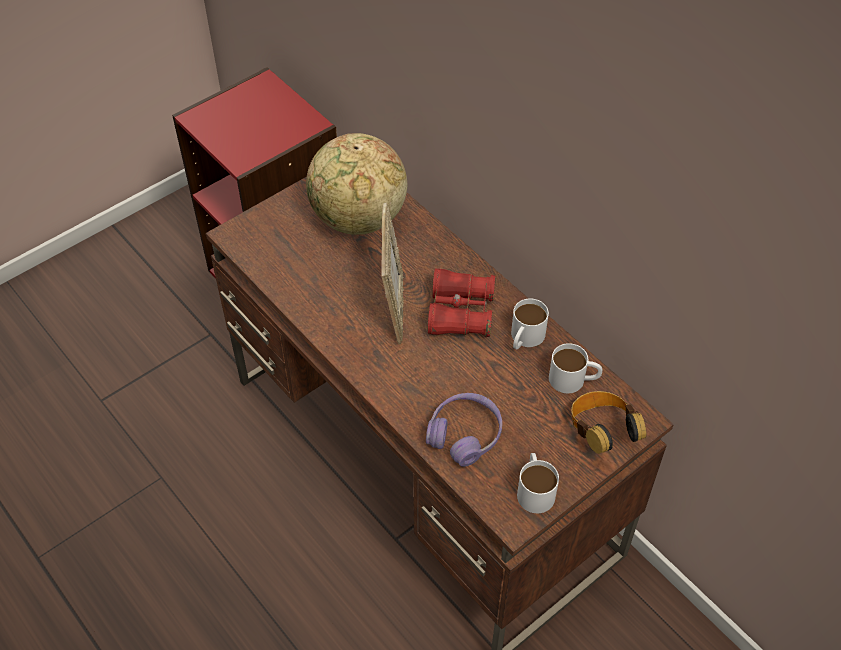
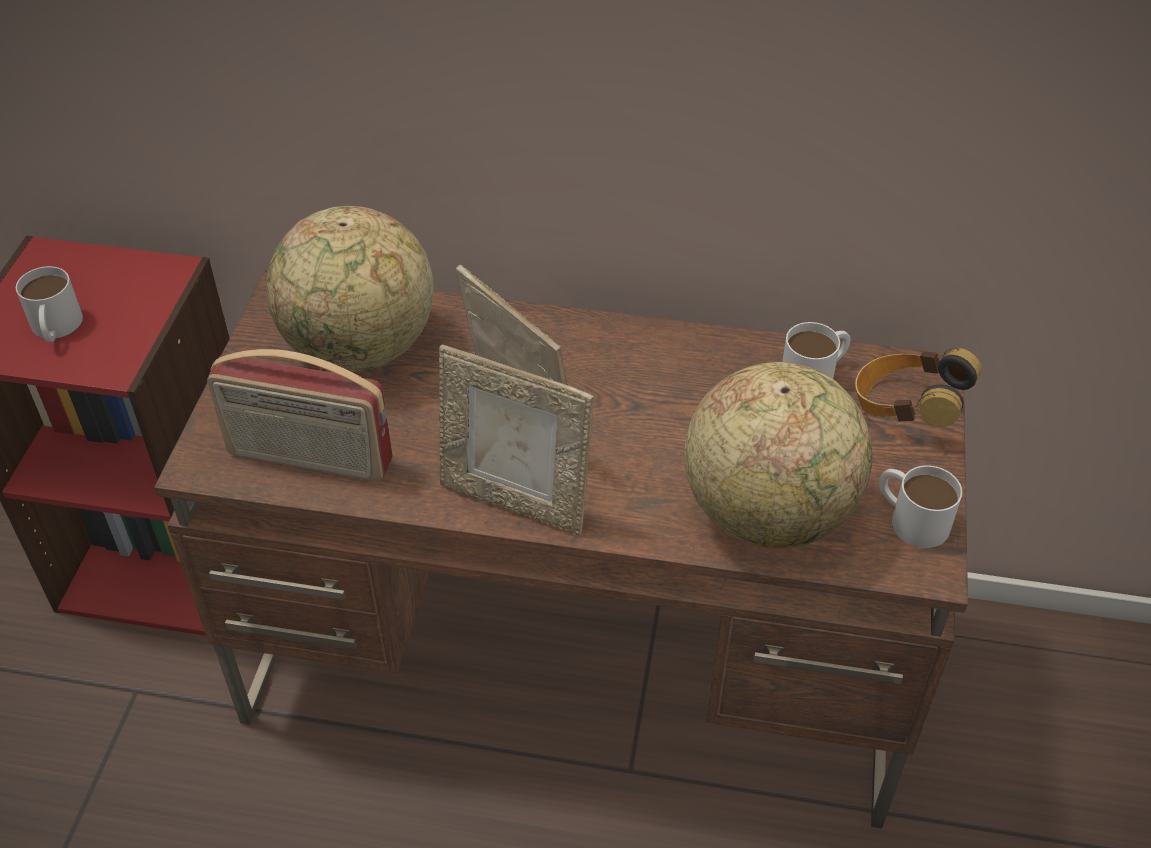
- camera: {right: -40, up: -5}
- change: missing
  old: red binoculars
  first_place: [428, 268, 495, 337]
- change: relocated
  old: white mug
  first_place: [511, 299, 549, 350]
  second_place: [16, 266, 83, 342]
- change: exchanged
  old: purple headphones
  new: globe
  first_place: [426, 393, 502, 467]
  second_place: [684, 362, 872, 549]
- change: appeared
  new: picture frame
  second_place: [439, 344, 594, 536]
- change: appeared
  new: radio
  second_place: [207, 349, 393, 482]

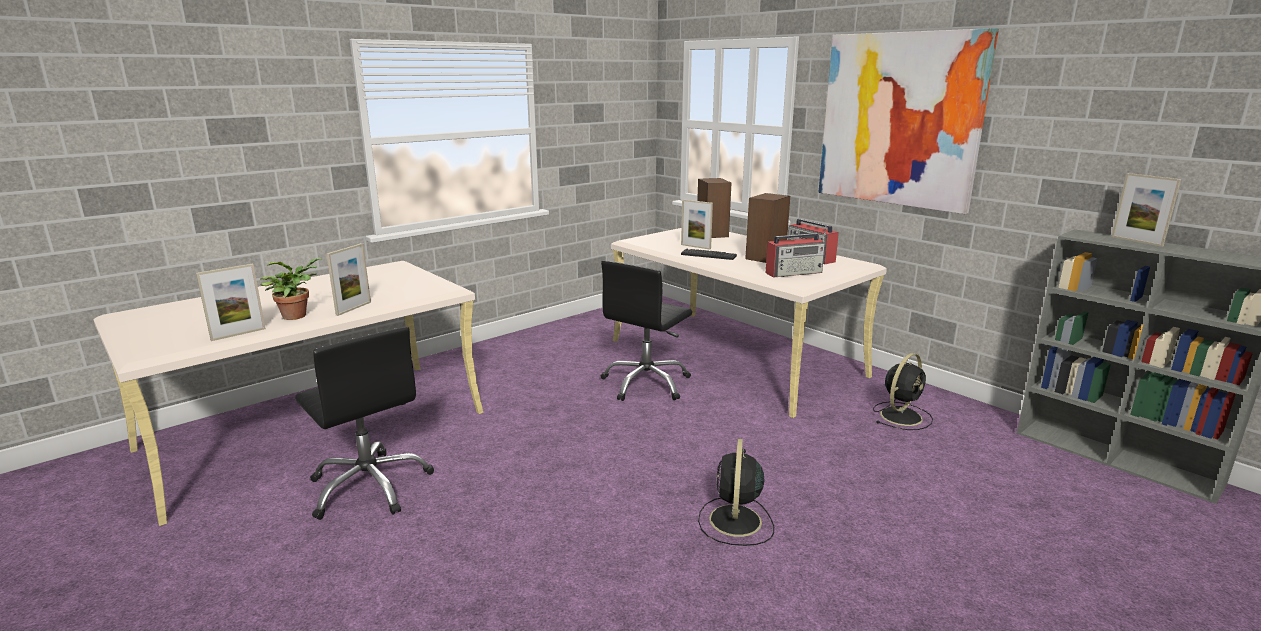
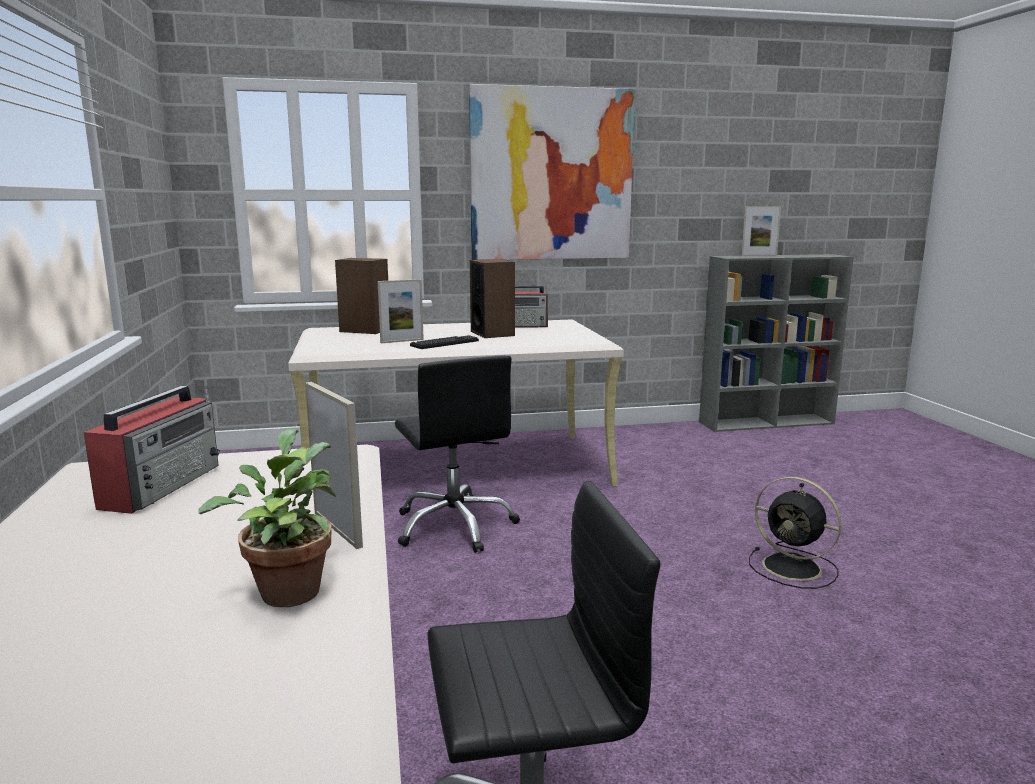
- camera: {right: -60, up: -5}
- change: relocated
  old: radio
  first_place: [766, 233, 825, 278]
  second_place: [84, 380, 220, 514]
- change: missing
  old: picture frame
  first_place: [196, 263, 266, 341]
- change: missing
  old: black fan
  first_place: [873, 353, 933, 430]

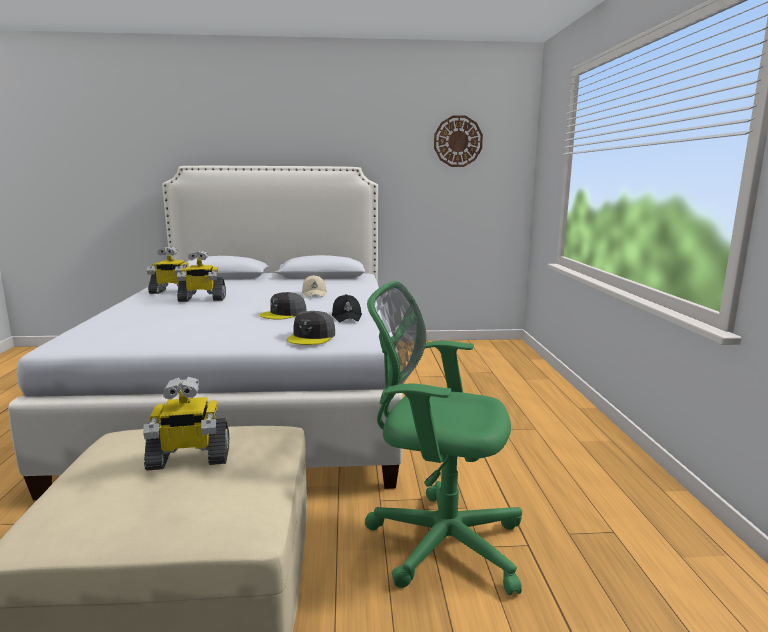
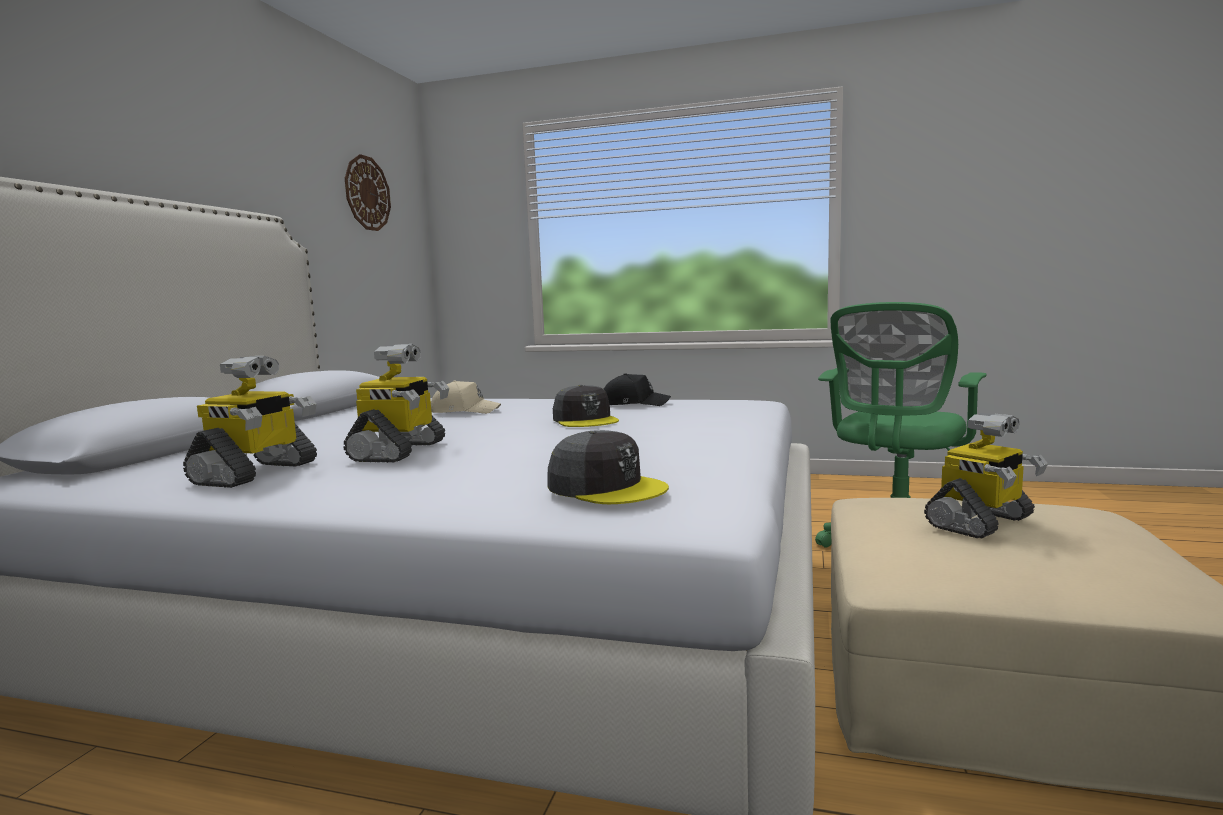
- camera: {right: -70, up: -5}
- change: relocated
  old: grey cap
  first_place: [287, 311, 335, 345]
  second_place: [548, 430, 669, 504]
- change: spun
  old: toy robot
  first_place: [143, 377, 229, 471]
  second_place: [924, 413, 1048, 539]
  degrees: 45

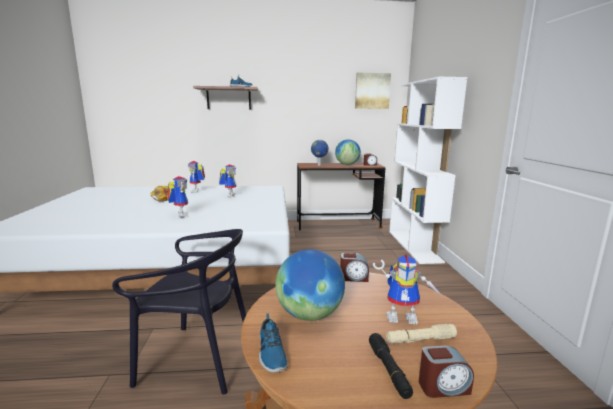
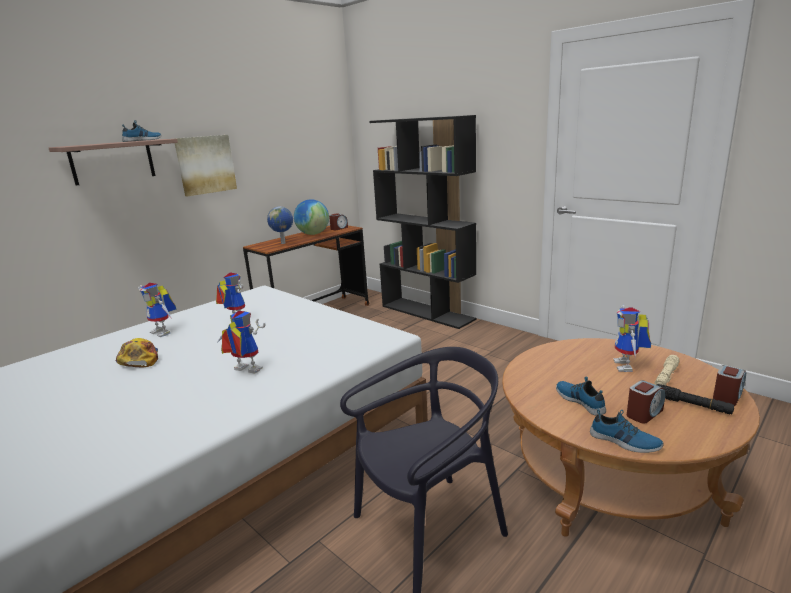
- camera: {right: -40, up: 5}
- change: relocated
  old: picture
  first_place: [355, 72, 391, 109]
  second_place: [175, 135, 237, 196]
- change: colour
  old: white bookcase
  new: black bookcase
  first_place: [389, 77, 467, 264]
  second_place: [369, 115, 476, 329]
- change: exchanged
  old: globe
  new: shoe
  first_place: [275, 249, 345, 321]
  second_place: [556, 376, 606, 416]
- change: relocated
  old: alarm clock
  first_place: [340, 253, 369, 282]
  second_place: [627, 380, 666, 424]
- change: spun
  old: toy robot
  first_place: [373, 255, 443, 325]
  second_place: [613, 305, 651, 372]
  degrees: 135

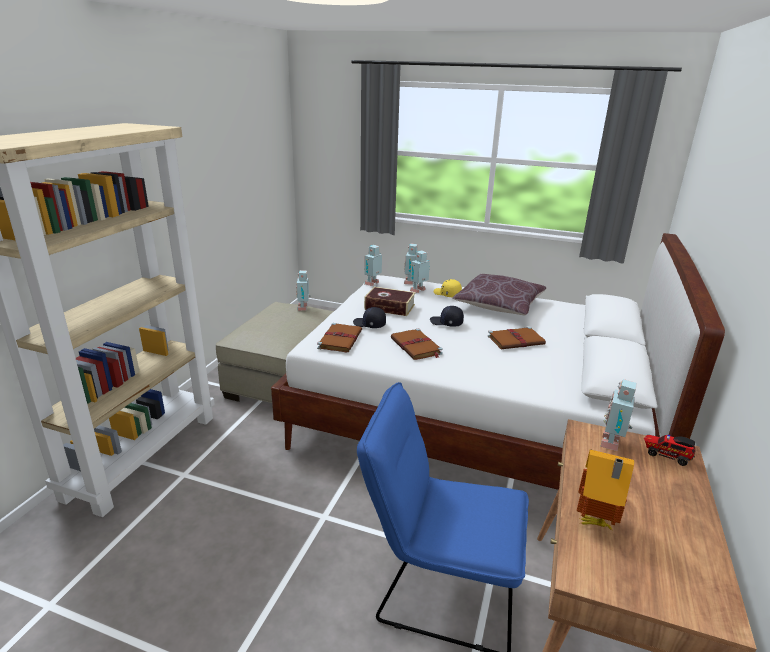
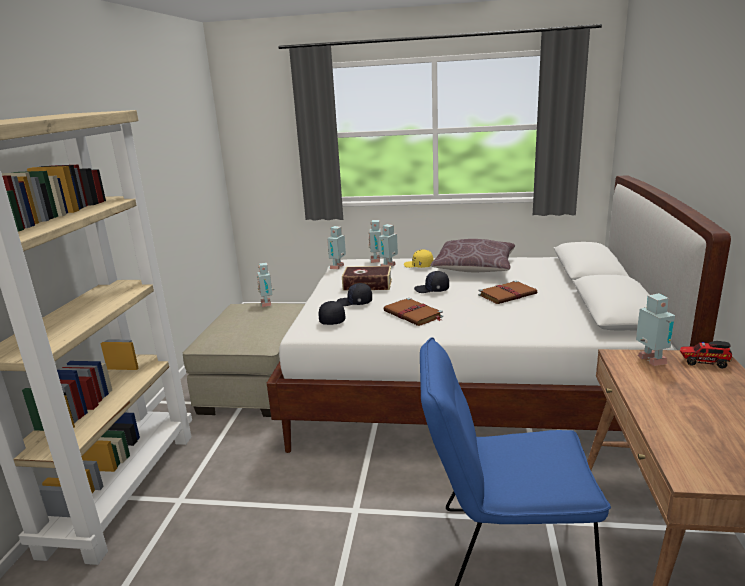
- camera: {right: -10, up: -5}
- change: exchanged
  old: brown book
  new: black cap
  first_place: [317, 323, 362, 352]
  second_place: [318, 301, 345, 325]
- change: spun
  old: toy robot
  first_place: [600, 379, 637, 451]
  second_place: [636, 293, 675, 366]
  degrees: 150
- change: missing
  old: toy house
  first_place: [577, 449, 634, 529]

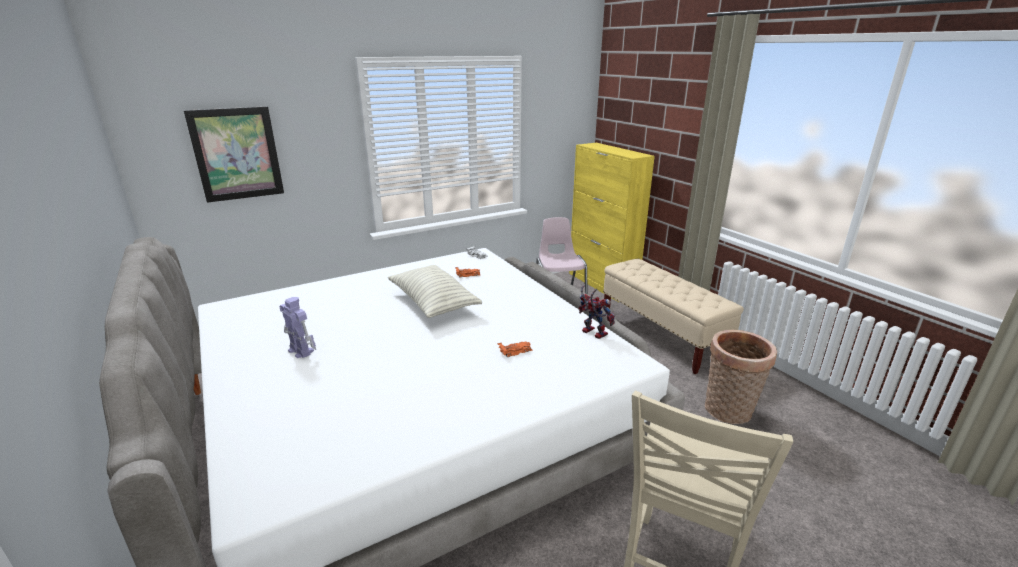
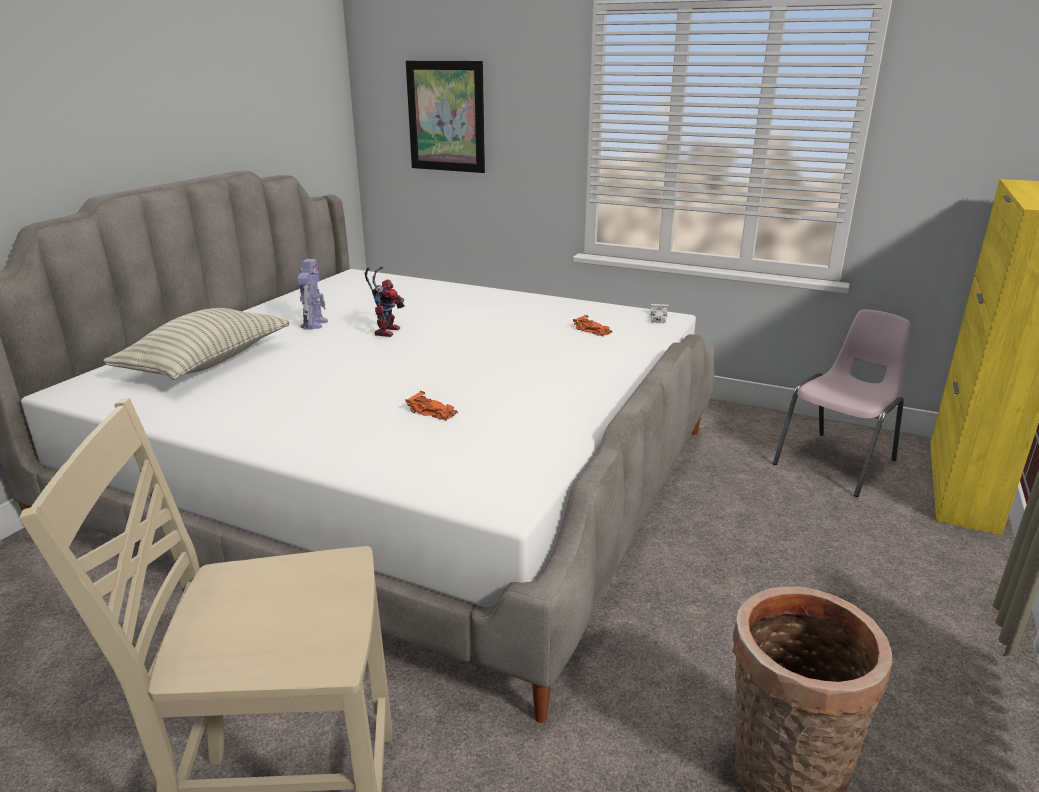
- camera: {right: 55, up: 0}
- change: missing
  old: beige bench
  first_place: [603, 259, 744, 374]
- change: relocated
  old: pillow
  first_place: [388, 265, 482, 318]
  second_place: [103, 308, 289, 380]
- change: relocated
  old: toy robot
  first_place: [579, 285, 615, 339]
  second_place: [365, 266, 405, 337]

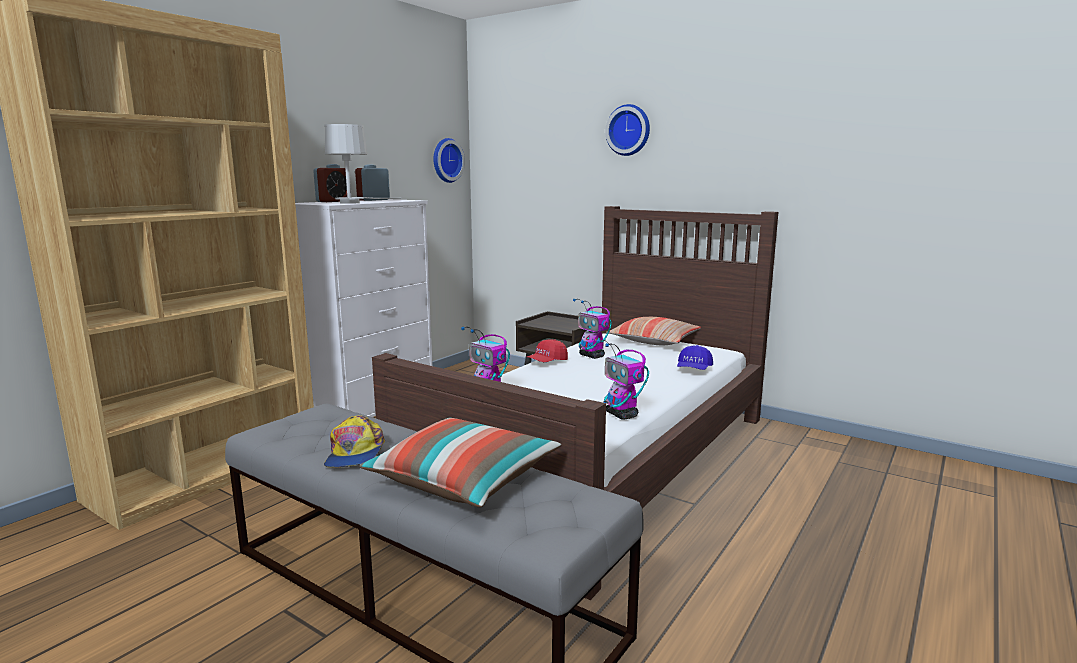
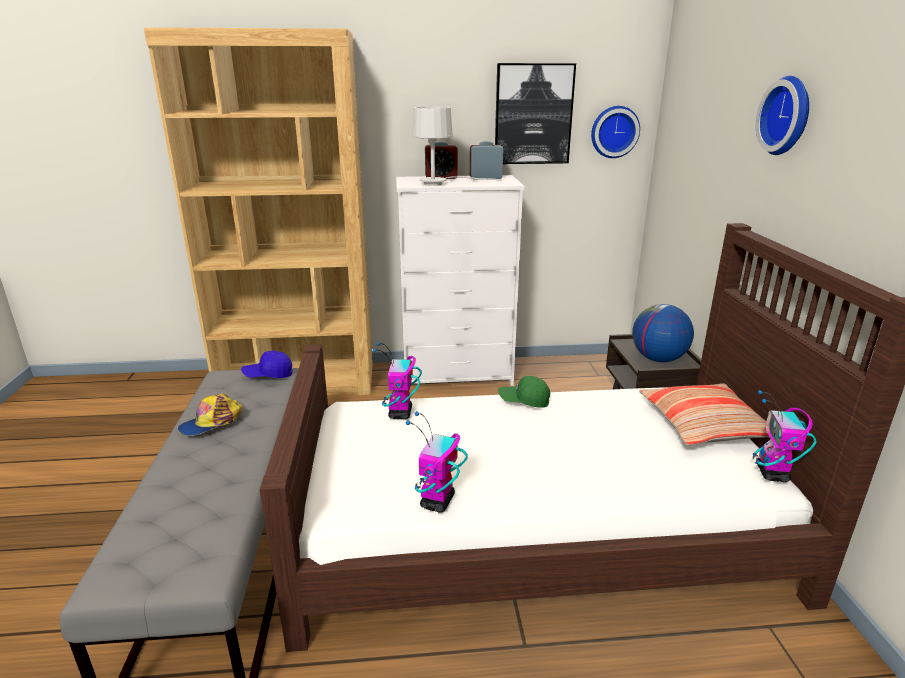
- camera: {right: 50, up: 10}
- change: relocated
  old: toy robot
  first_place: [573, 299, 612, 359]
  second_place: [753, 390, 817, 482]
- change: colour
  old: red cap
  new: green cap
  first_place: [527, 339, 568, 362]
  second_place: [498, 376, 550, 408]
- change: relocated
  old: blue cap
  first_place: [677, 345, 713, 370]
  second_place: [241, 351, 292, 378]
- change: missing
  old: pillow
  first_place: [360, 418, 561, 507]
- change: appeared
  new: picture
  second_place: [495, 63, 576, 164]
- change: appeared
  new: globe
  second_place: [632, 304, 694, 362]

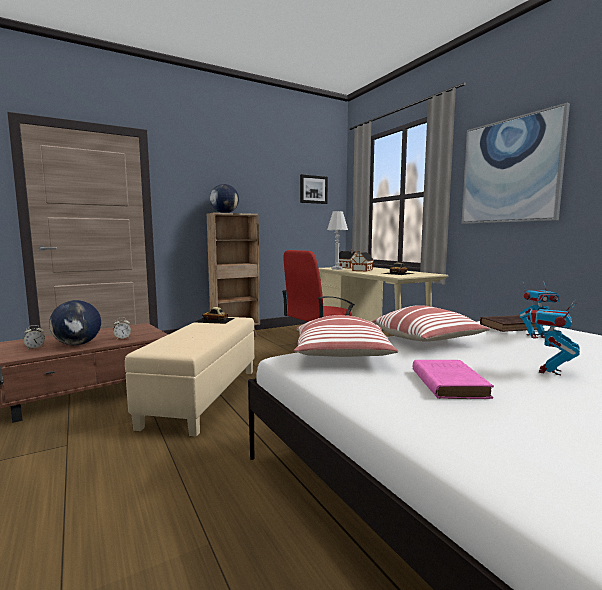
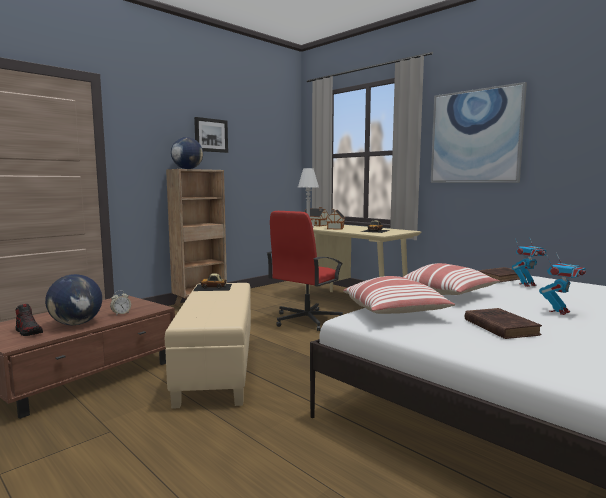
- camera: {right: -15, up: 0}
- change: relocated
  old: picture
  first_place: [300, 174, 328, 204]
  second_place: [194, 117, 228, 153]
- change: spun
  old: toy robot
  first_place: [528, 299, 580, 375]
  second_place: [539, 253, 586, 315]
  degrees: -150
- change: exchanged
  old: alarm clock
  new: shoe
  first_place: [23, 325, 45, 349]
  second_place: [15, 304, 43, 336]
- change: colour
  old: pink book
  new: brown book
  first_place: [413, 360, 494, 399]
  second_place: [465, 308, 542, 339]

